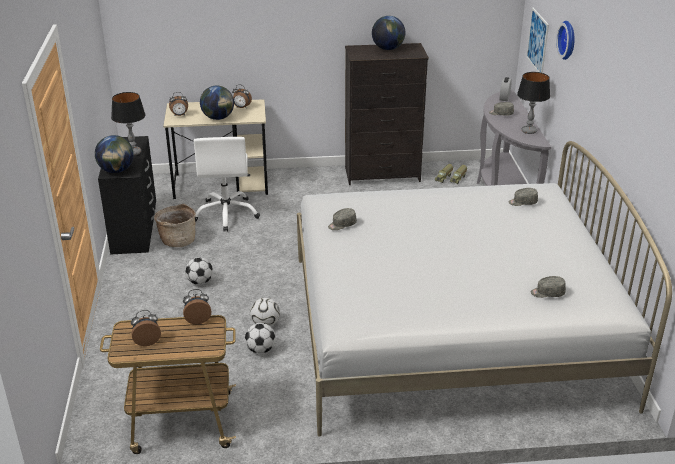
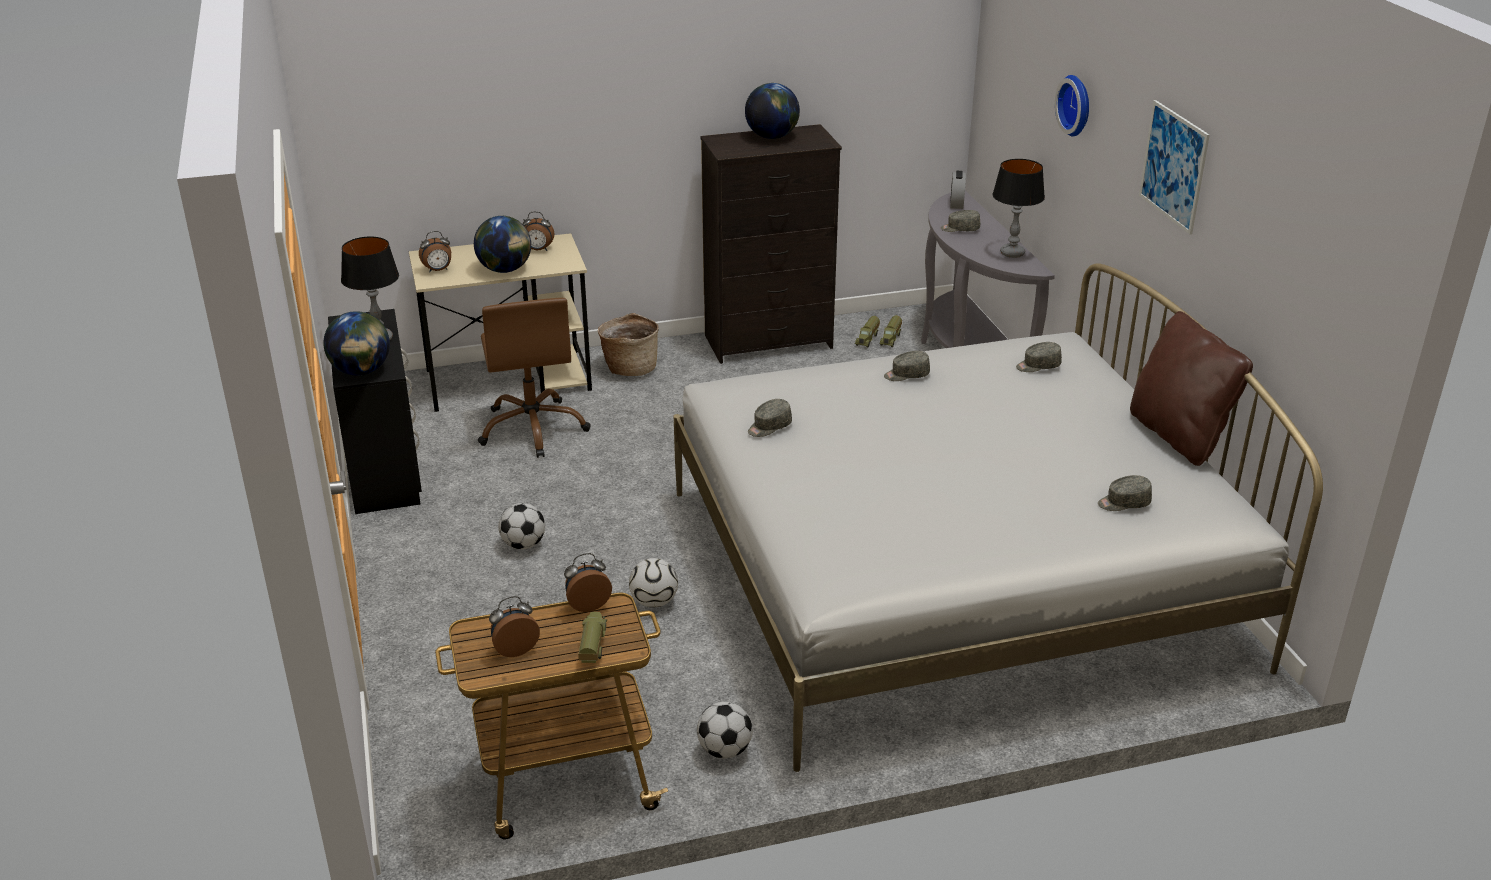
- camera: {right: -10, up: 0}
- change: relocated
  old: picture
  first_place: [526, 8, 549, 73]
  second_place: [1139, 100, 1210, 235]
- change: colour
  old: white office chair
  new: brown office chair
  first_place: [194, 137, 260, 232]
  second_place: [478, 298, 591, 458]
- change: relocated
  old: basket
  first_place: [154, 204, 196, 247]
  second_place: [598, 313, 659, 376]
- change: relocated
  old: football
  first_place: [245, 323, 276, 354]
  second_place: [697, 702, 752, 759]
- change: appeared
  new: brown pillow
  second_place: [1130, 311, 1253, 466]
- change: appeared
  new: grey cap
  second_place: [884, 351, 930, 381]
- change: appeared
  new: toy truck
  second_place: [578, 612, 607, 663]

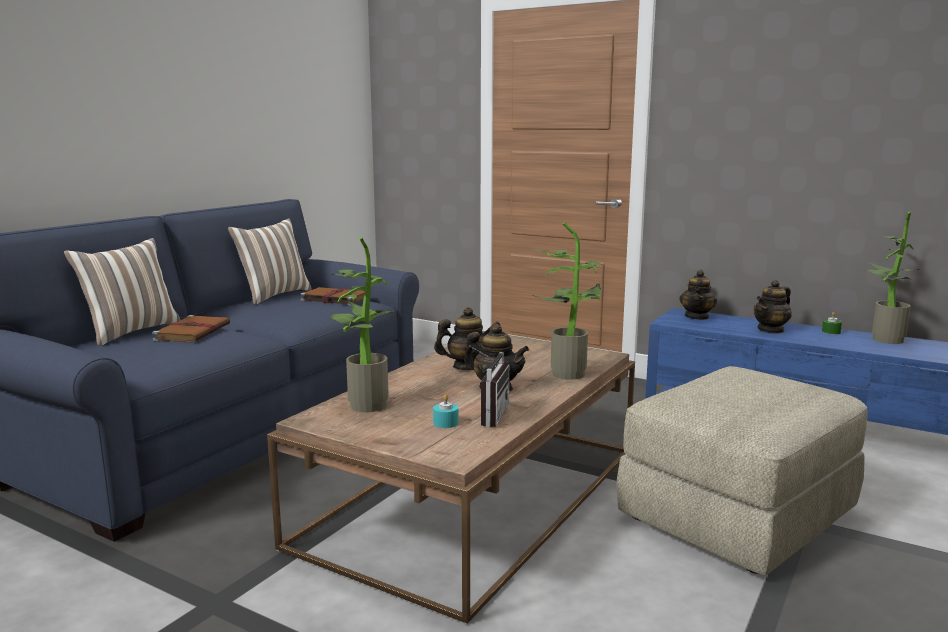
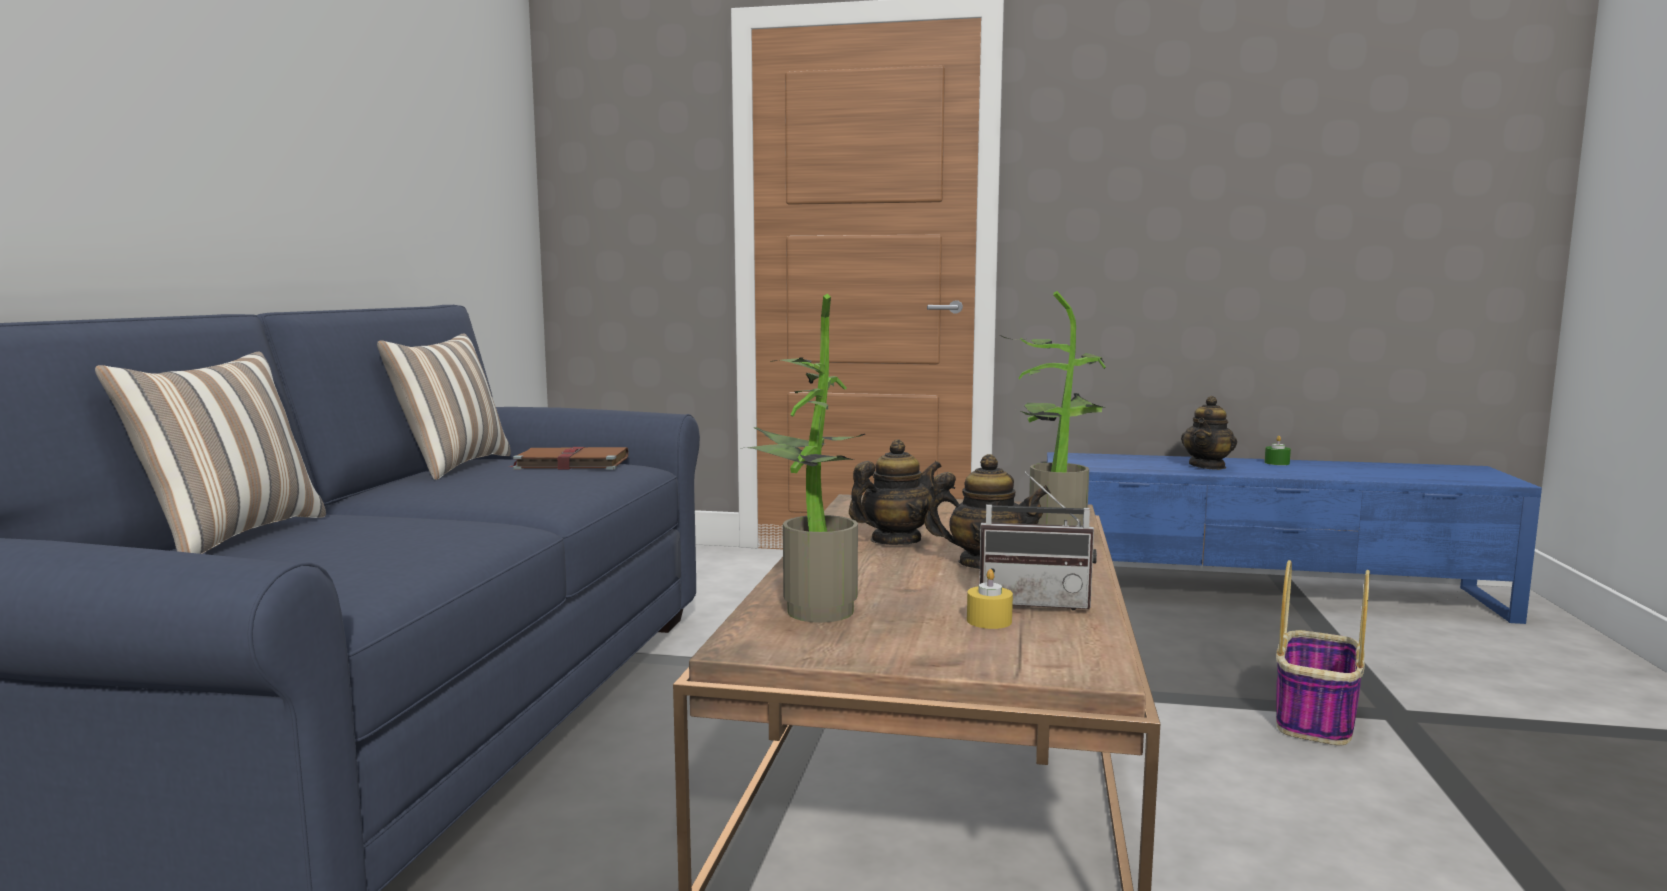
- camera: {right: -20, up: -5}
- change: missing
  old: potted plant
  first_place: [865, 211, 919, 344]
- change: missing
  old: teapot
  first_place: [679, 270, 717, 320]
- change: missing
  old: brown book
  first_place: [152, 315, 230, 343]
- change: spun
  old: radio
  first_place: [469, 345, 510, 427]
  second_place: [979, 471, 1097, 611]
  degrees: 105
- change: exchanged
  old: beige ottoman
  new: basket
  first_place: [617, 366, 868, 576]
  second_place: [1276, 560, 1370, 745]
- change: colour
  old: turquoise candle
  new: yellow candle
  first_place: [433, 394, 458, 428]
  second_place: [967, 569, 1013, 629]

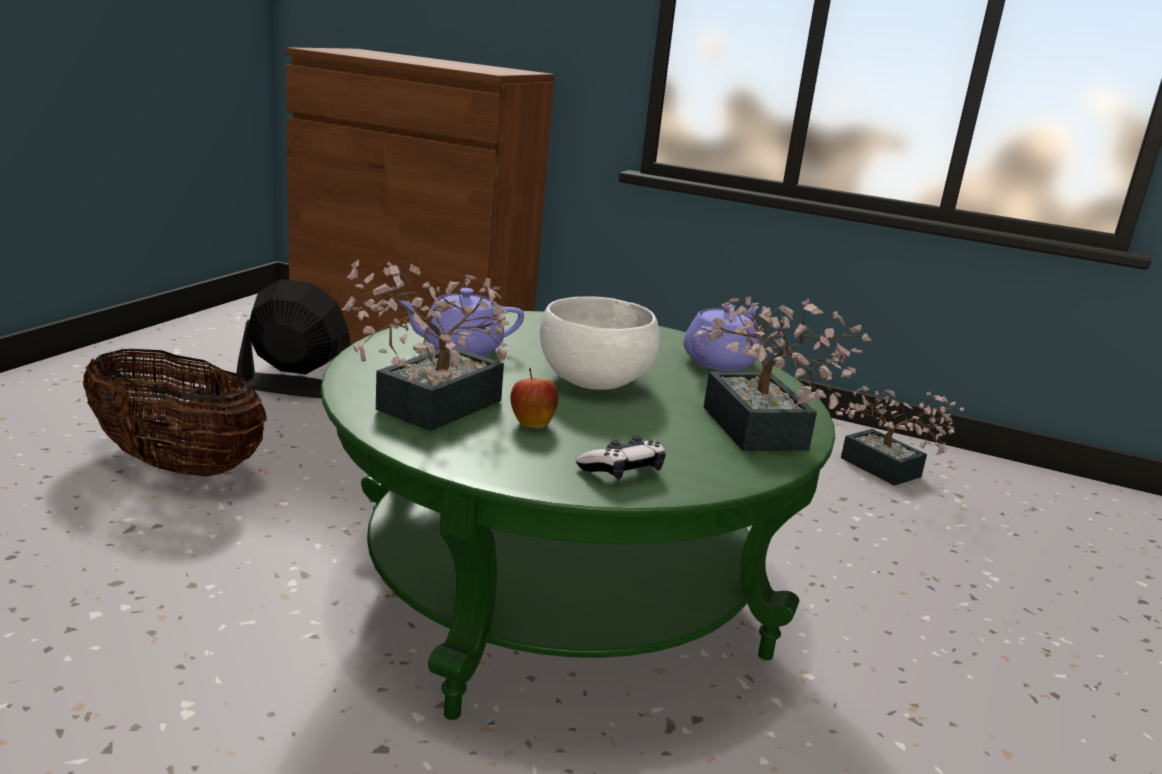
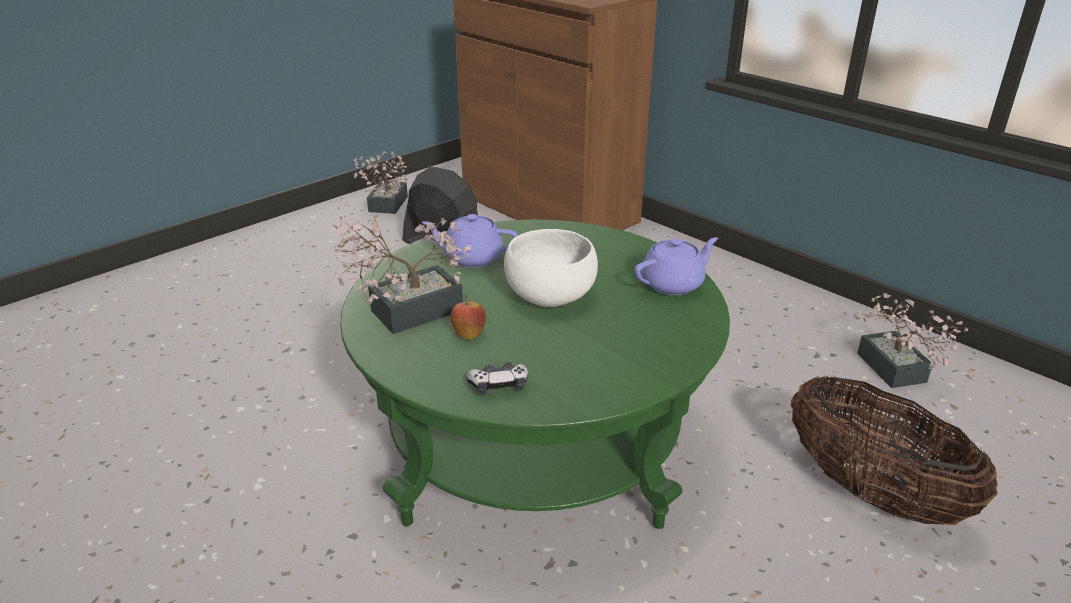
- camera: {right: 25, up: 10}
- change: relocated
  old: potted plant
  first_place: [695, 297, 872, 451]
  second_place: [354, 151, 408, 214]
- change: relocated
  old: basket
  first_place: [83, 349, 267, 476]
  second_place: [791, 375, 998, 525]

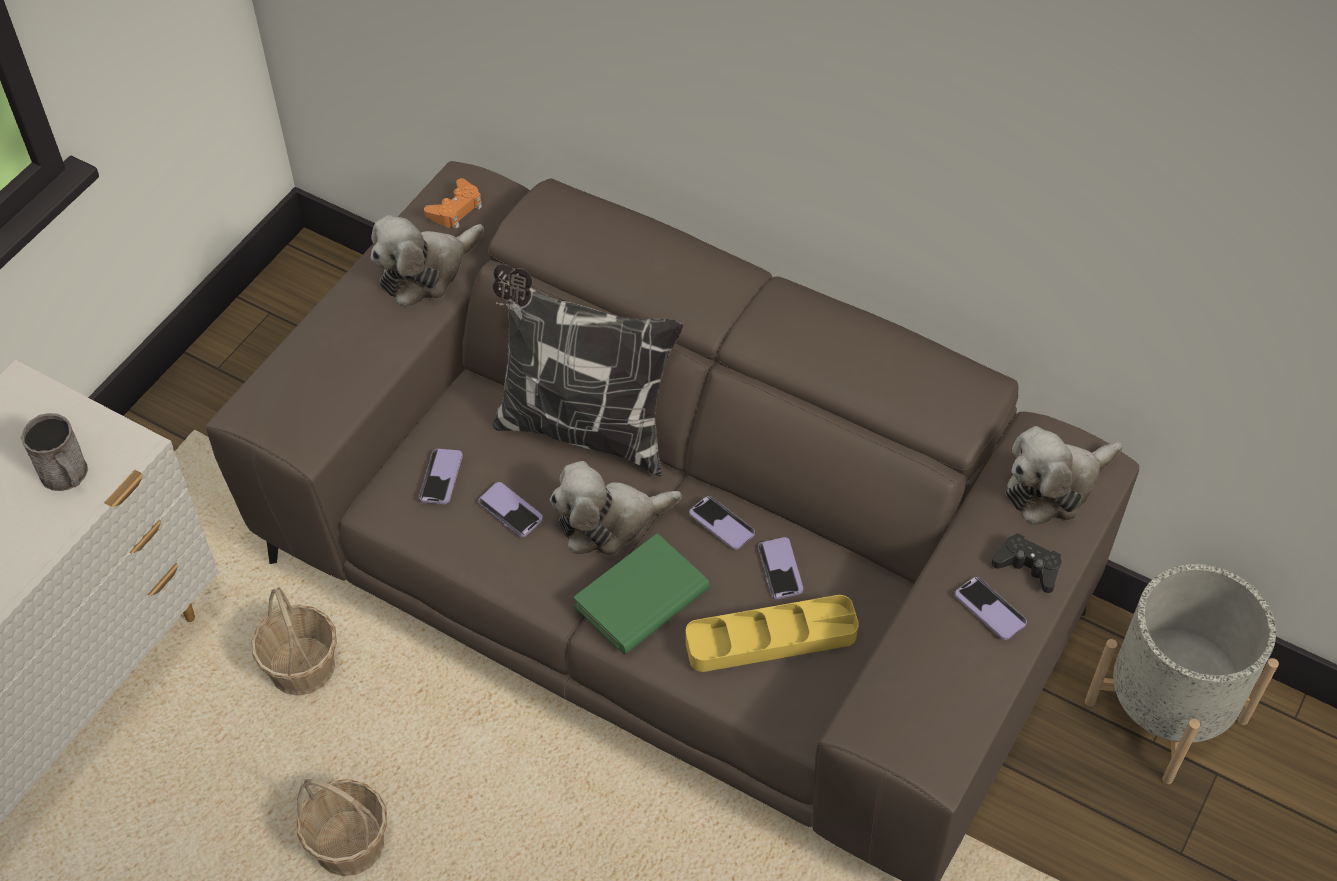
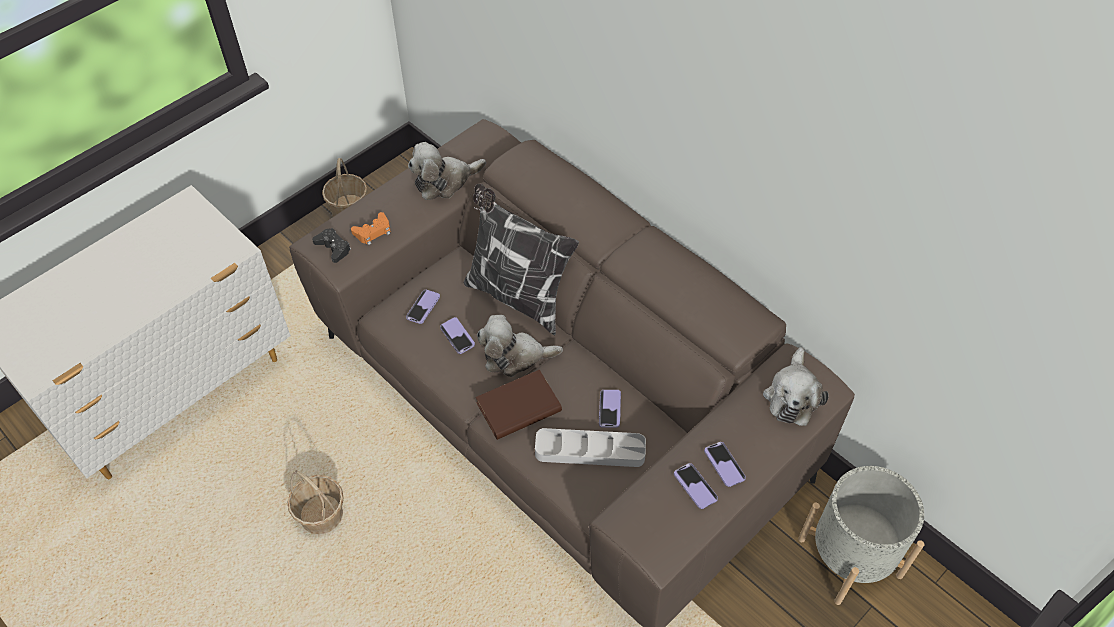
- camera: {right: 15, up: 0}
- change: relocated
  old: orange game controller
  first_place: [424, 178, 482, 229]
  second_place: [351, 212, 391, 245]
- change: missing
  old: grey mug
  first_place: [20, 413, 88, 491]
- change: spun
  old: plush toy
  first_place: [1005, 426, 1123, 525]
  second_place: [763, 347, 829, 426]
  degrees: -60
- change: relocated
  old: phone
  first_place: [689, 496, 755, 550]
  second_place: [674, 463, 718, 509]
- change: colour
  old: green book
  new: brown book
  first_place: [573, 533, 710, 655]
  second_place: [476, 370, 562, 440]
- change: relocated
  old: black game controller
  first_place: [992, 533, 1062, 593]
  second_place: [312, 228, 351, 263]
- change: relocated
  old: basket
  first_place: [251, 587, 337, 696]
  second_place: [322, 158, 368, 217]
- change: colour
  old: yellow tray
  new: grey tray
  first_place: [685, 595, 859, 672]
  second_place: [535, 428, 646, 467]

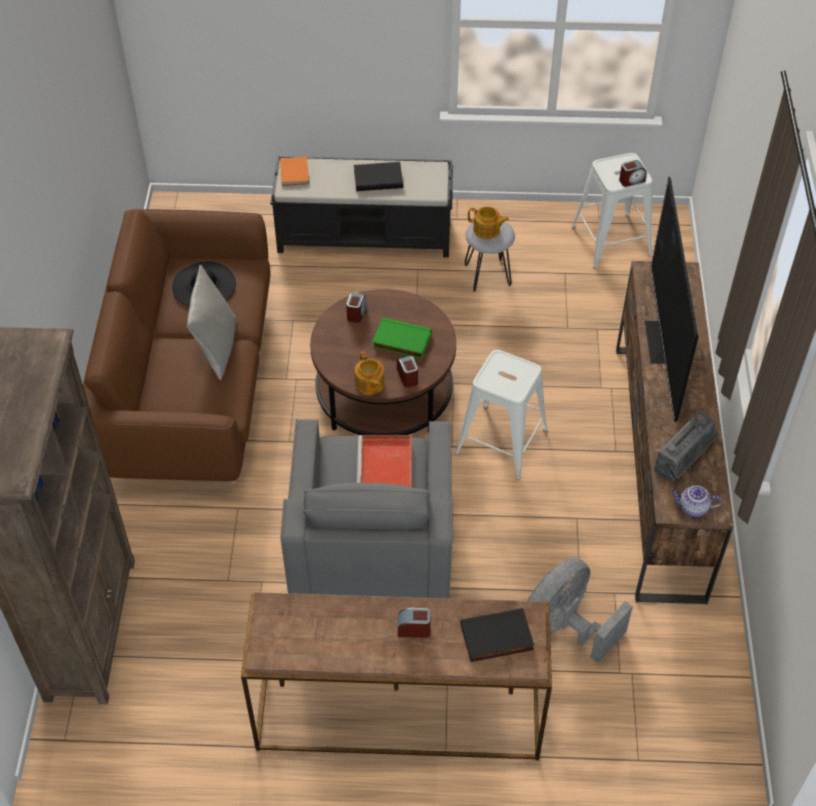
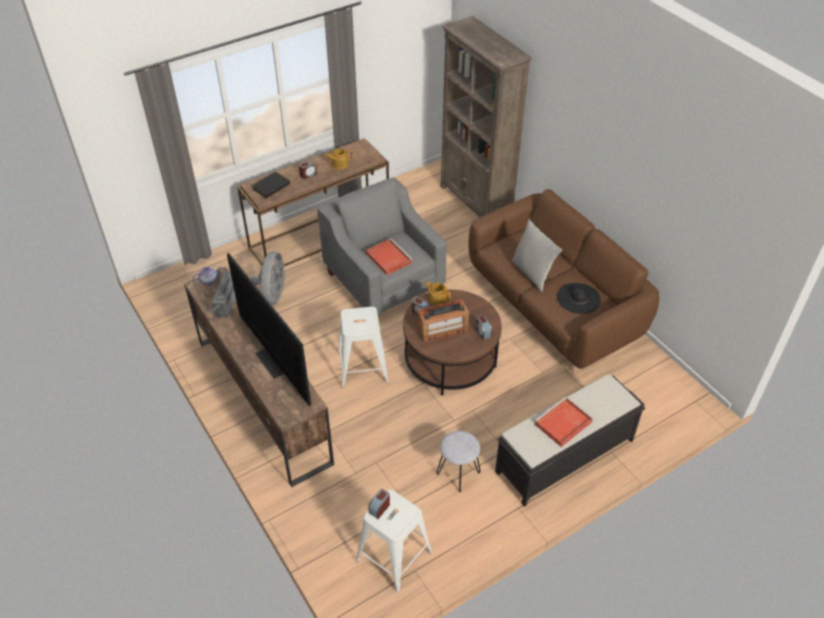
- camera: {right: 145, up: -5}
- change: missing
  old: orange book
  first_place: [280, 157, 309, 186]
- change: exchanged
  old: black book
  new: red tray
  first_place: [354, 162, 403, 191]
  second_place: [534, 397, 593, 447]
- change: relocated
  old: teapot
  first_place: [468, 207, 509, 239]
  second_place: [325, 148, 352, 170]
- change: exchanged
  old: green book
  new: radio
  first_place: [372, 318, 432, 359]
  second_place: [417, 299, 469, 343]

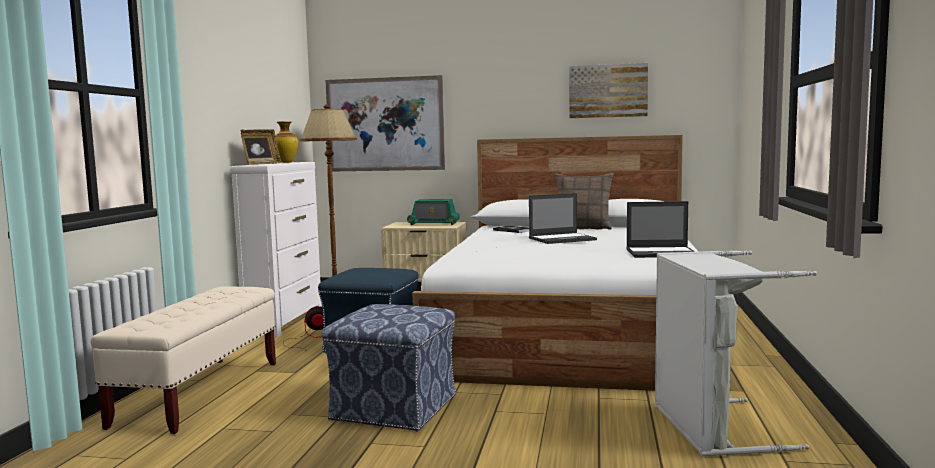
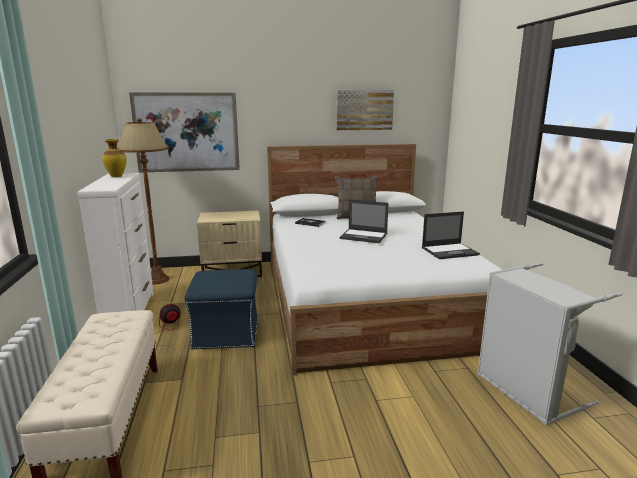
- camera: {right: -20, up: 10}
- change: missing
  old: picture frame
  first_place: [241, 129, 282, 165]
- change: spun
  old: laptop
  first_place: [529, 193, 597, 244]
  second_place: [340, 200, 389, 243]
  degrees: 60
- change: missing
  old: radio
  first_place: [407, 199, 460, 225]
- change: missing
  old: ottoman
  first_place: [321, 304, 456, 432]

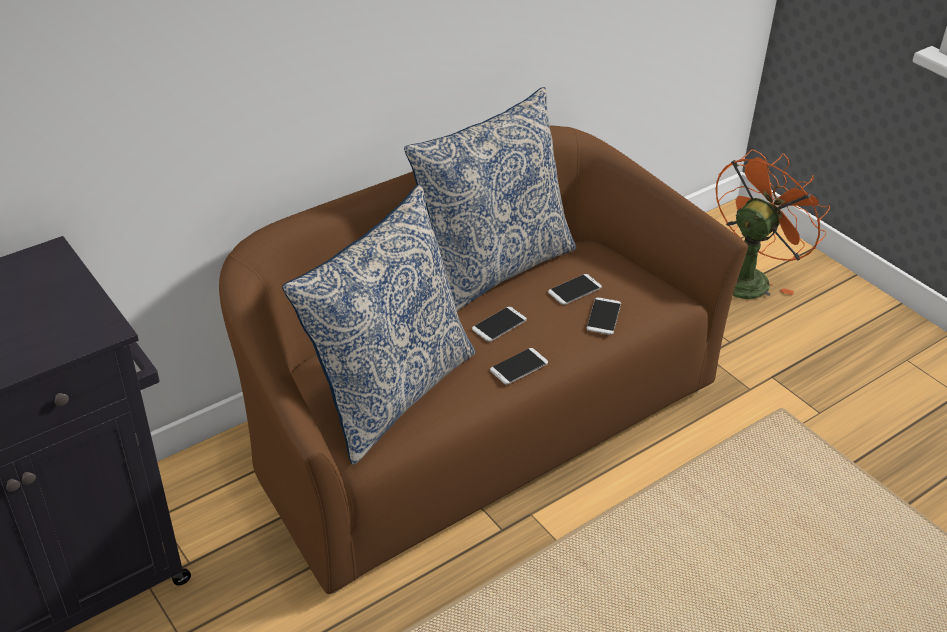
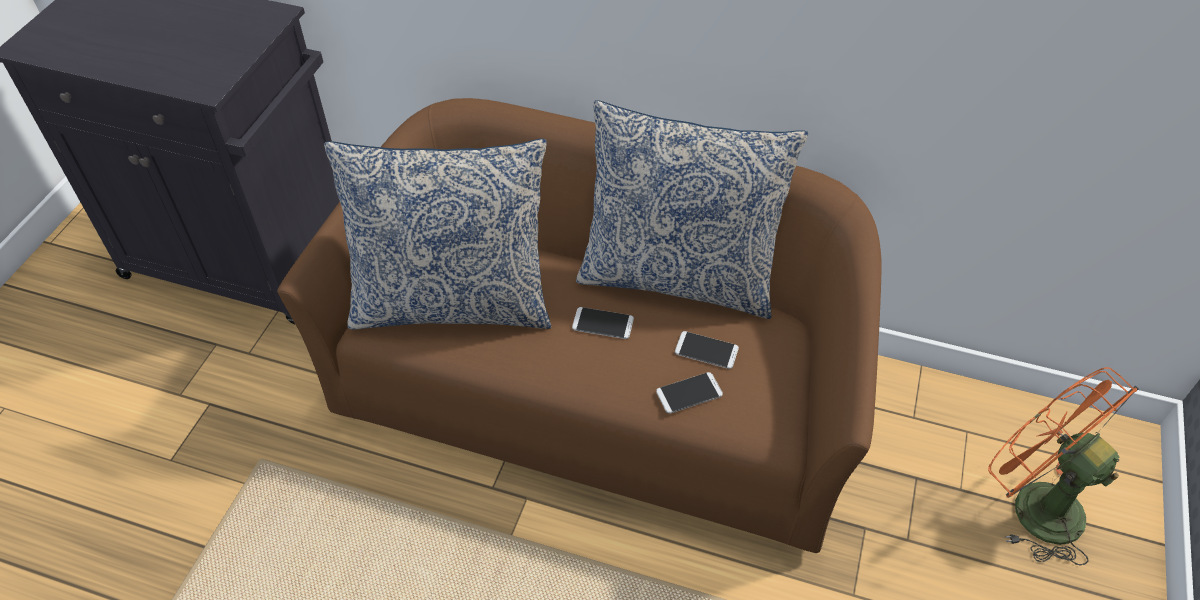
- camera: {right: 55, up: 10}
- change: spun
  old: orange fan
  first_place: [716, 149, 830, 299]
  second_place: [988, 367, 1139, 566]
  degrees: -135
- change: missing
  old: phone
  first_place: [490, 348, 548, 385]

